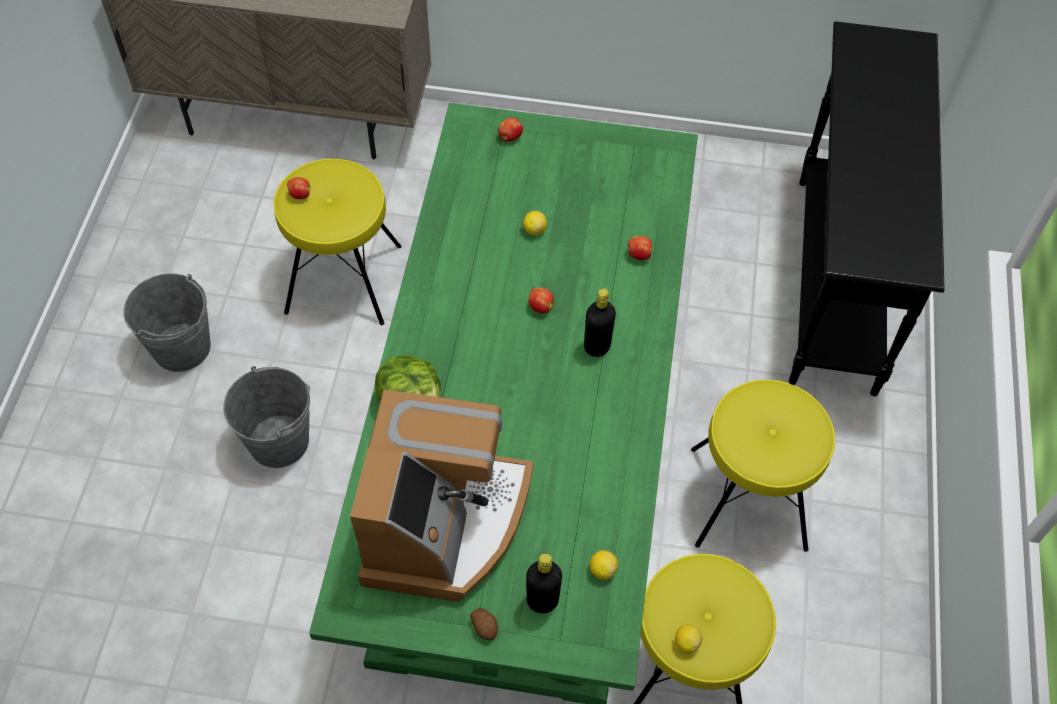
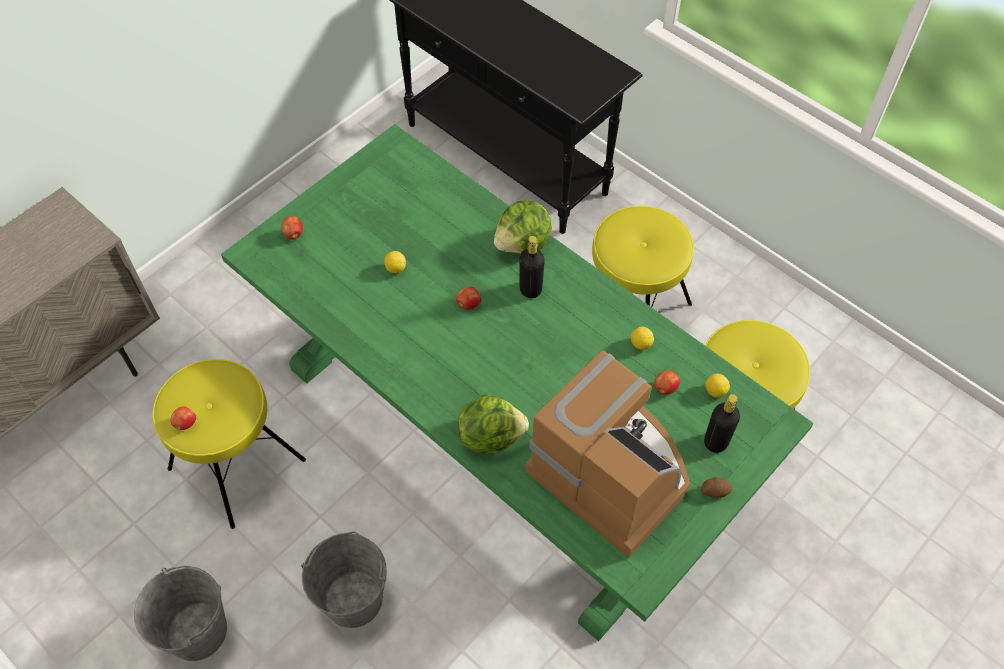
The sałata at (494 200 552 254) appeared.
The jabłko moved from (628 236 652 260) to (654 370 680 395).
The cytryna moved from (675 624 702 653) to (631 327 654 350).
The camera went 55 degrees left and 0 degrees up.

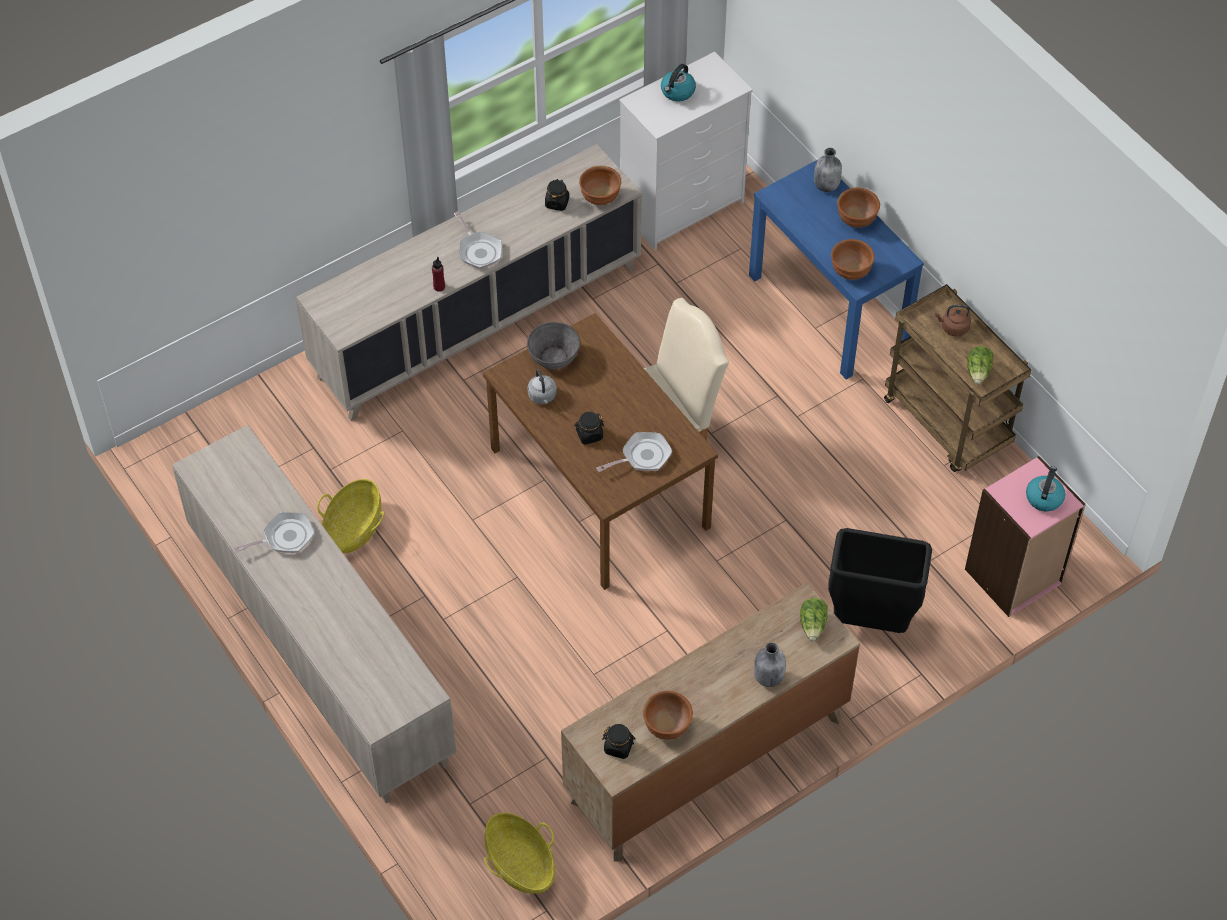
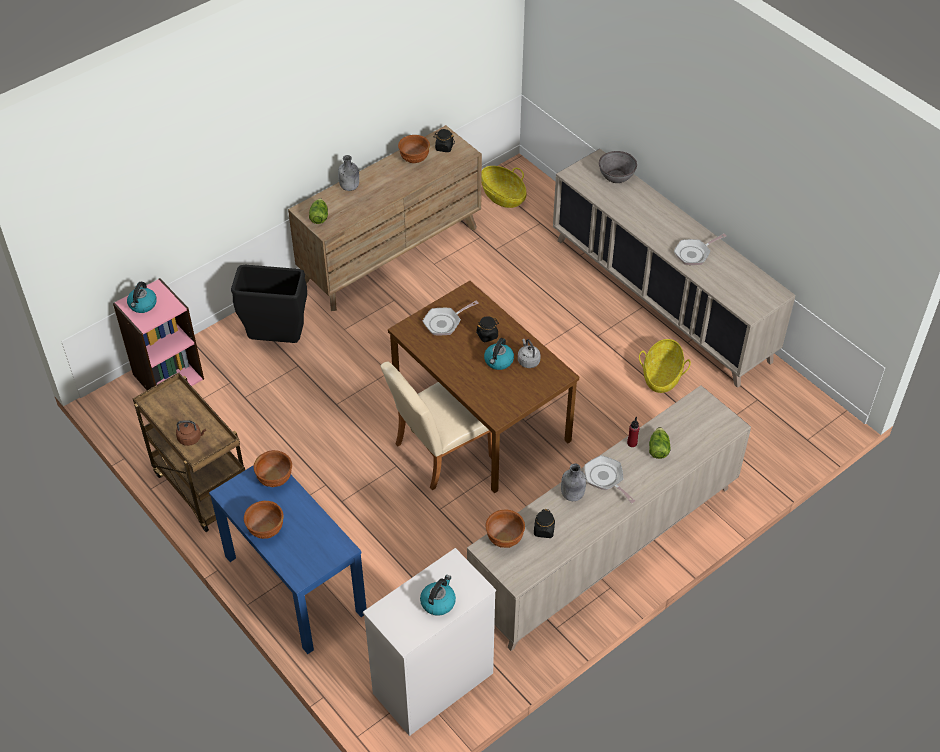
The czajnik at (484 338 514 370) appeared.
The miska/szary moved from (527 322 580 369) to (599 151 637 183).
The butelka/szary moved from (814 148 842 192) to (561 463 586 501).
The sałata moved from (968 346 994 384) to (649 427 670 459).
The camera went 175 degrees right and 5 degrees down.

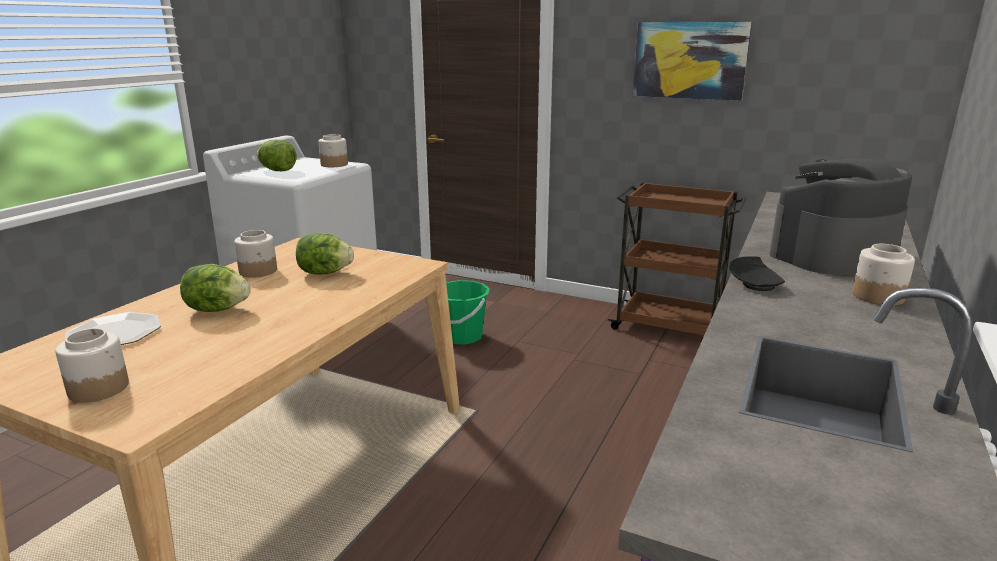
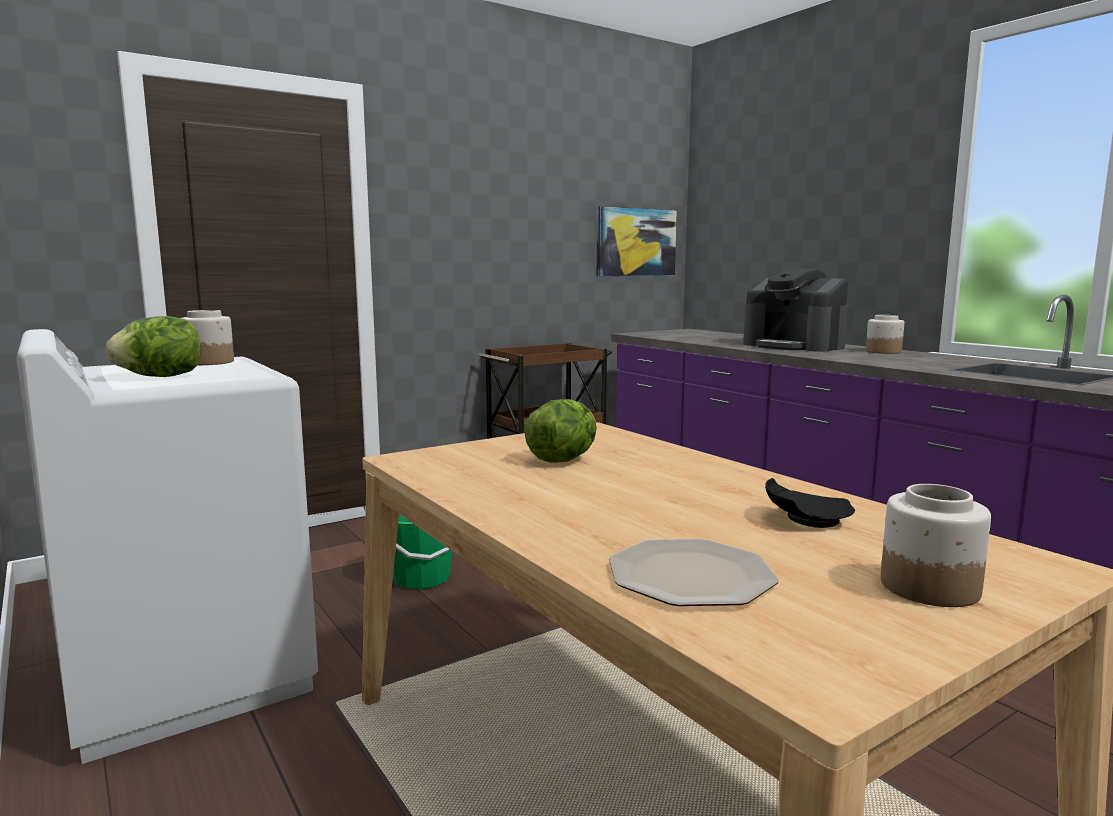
The sałata at (180 264 251 312) disappeared.
The słoik at (234 230 277 278) disappeared.
The obraz moved from (633 22 752 101) to (597 206 677 276).
The talerz/czarny moved from (729 256 785 291) to (765 478 855 528).
The ekspres do kawy at (769 158 912 275) turned 45 degrees counterclockwise.
The camera went 60 degrees left and 10 degrees down.

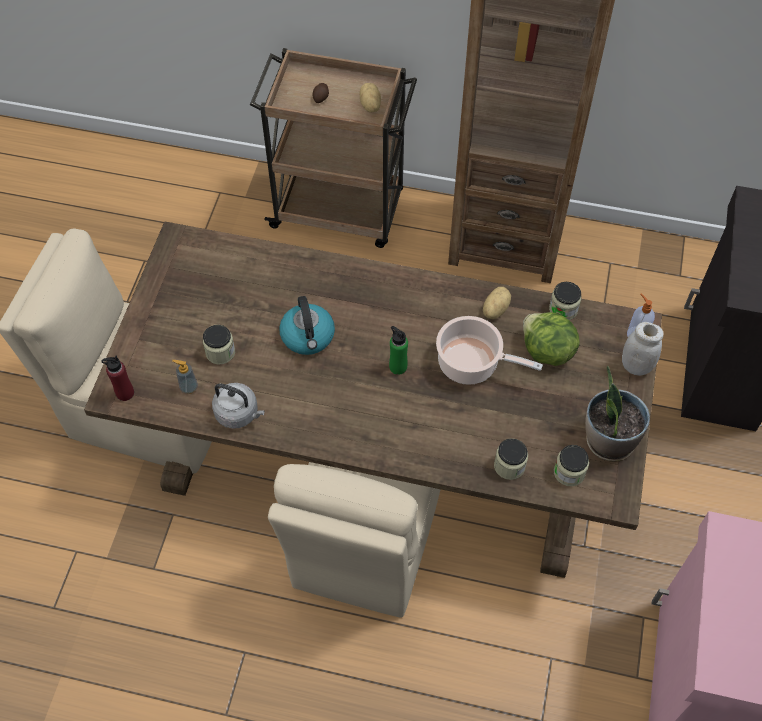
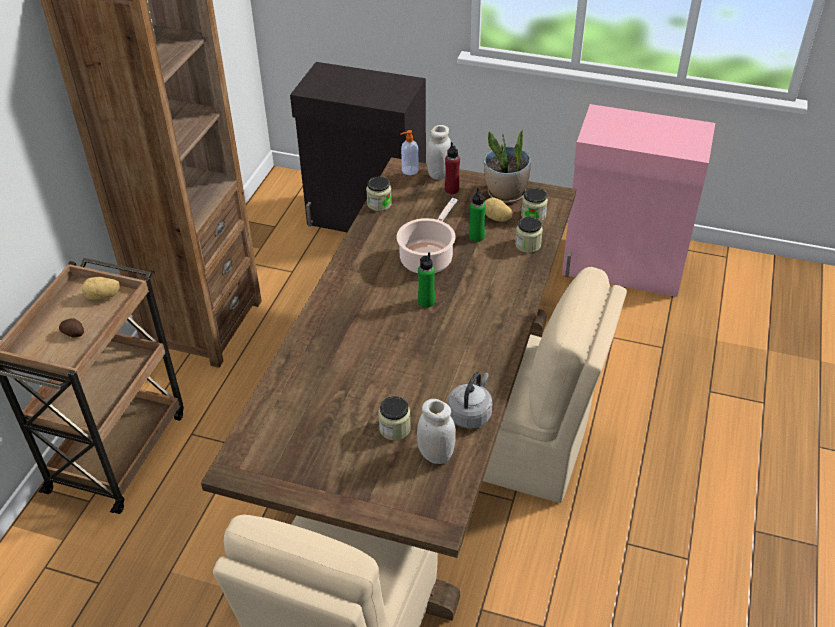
The czajnik at (279 296 335 355) disappeared.
The sałata at (523 312 580 366) disappeared.
The butelka/zielony at (469 188 486 242) appeared.
The butelka/czerwony moved from (101 355 134 401) to (445 142 460 194).
The ziemniak moved from (483 287 511 319) to (484 197 513 222).
The dozownik mydła at (172 360 198 394) was replaced by the słoik/biały at (417 399 456 464).
The camera went 85 degrees left and 15 degrees down.

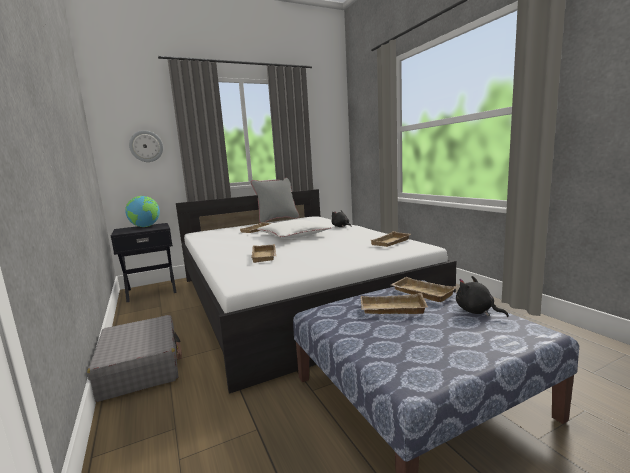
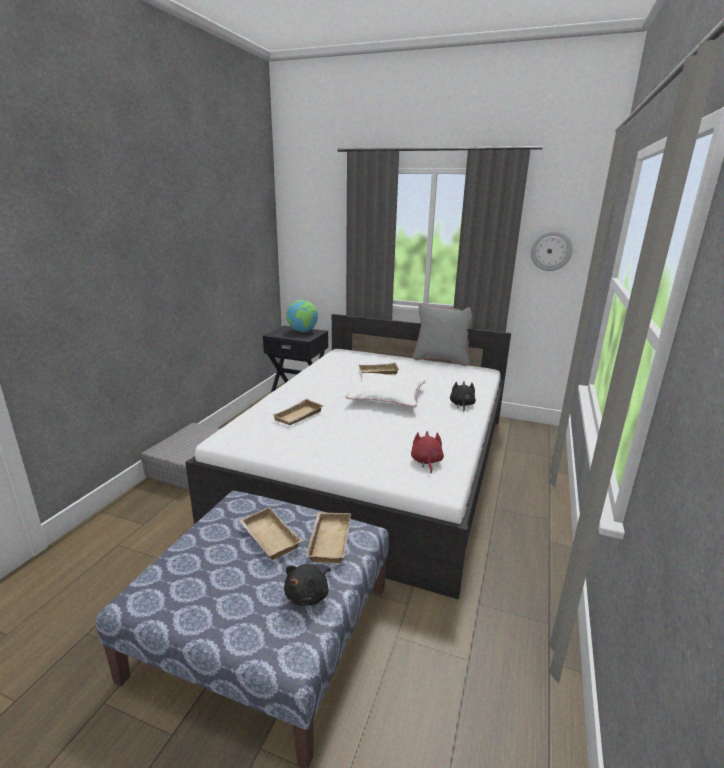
The zegar ścienny moved from (129 130 163 162) to (531 231 573 271).
The taca/beżowy at (371 231 411 247) was replaced by the pluszak/czerwony at (411 431 444 473).
The pluszak/czarny at (456 276 509 317) turned 150 degrees counterclockwise.
The camera went 45 degrees right and 10 degrees up.

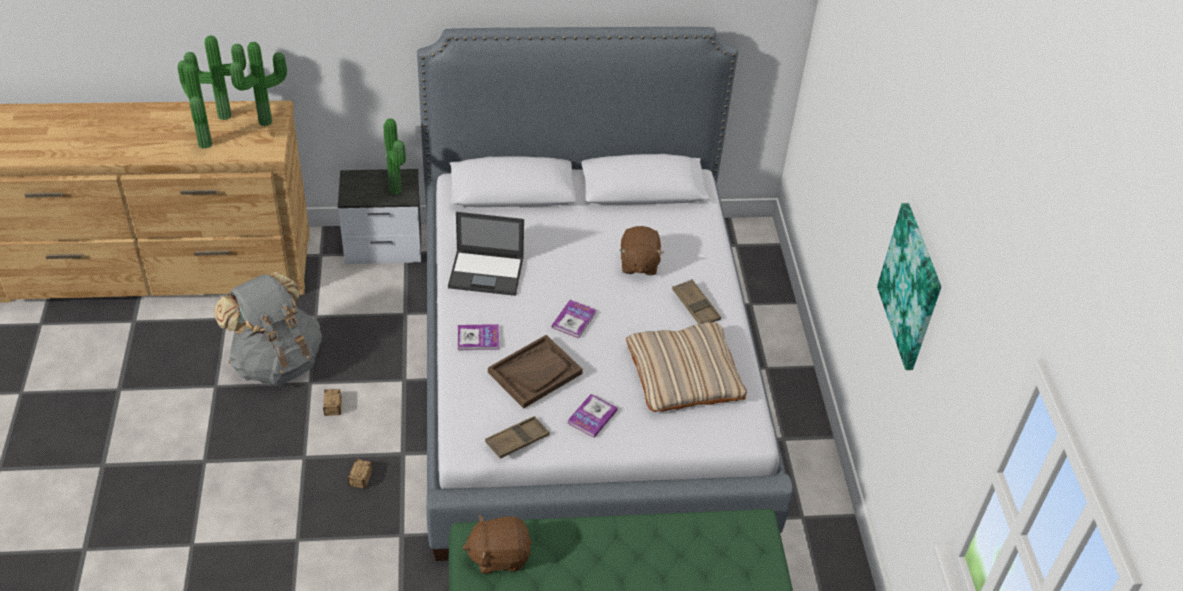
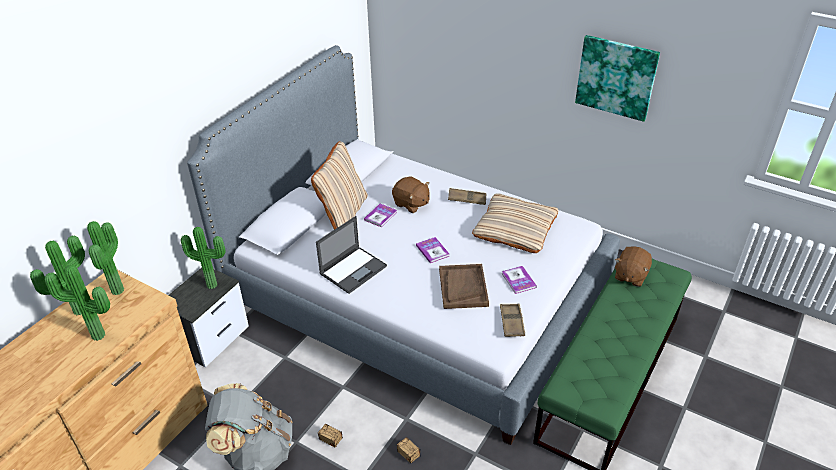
The poduszka/beżowy at (311 141 368 230) appeared.
The książka moved from (458 324 499 350) to (364 204 397 228).
The pluszak/brązowy moved from (463 514 532 574) to (615 246 652 287).
The camera went 50 degrees left and 5 degrees down.

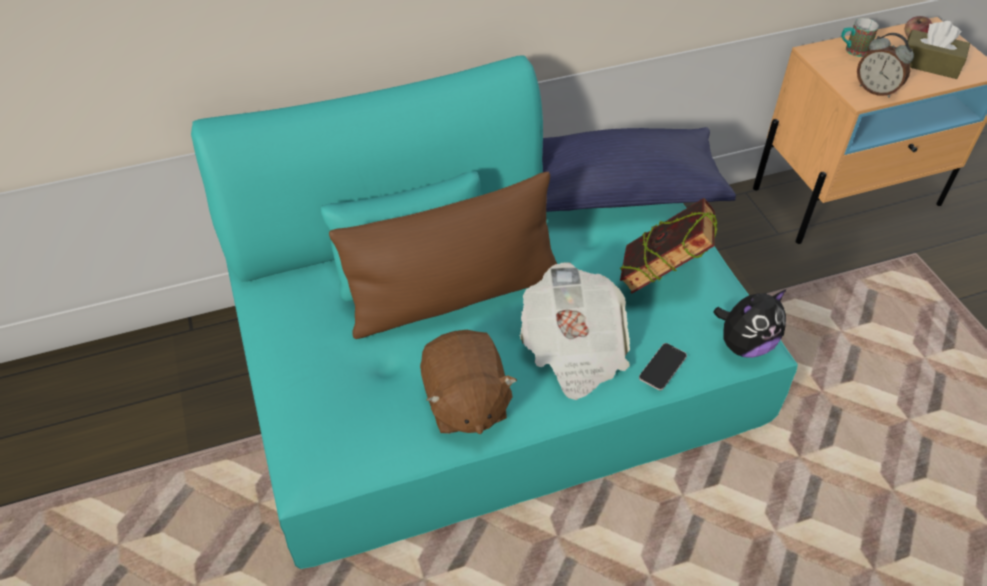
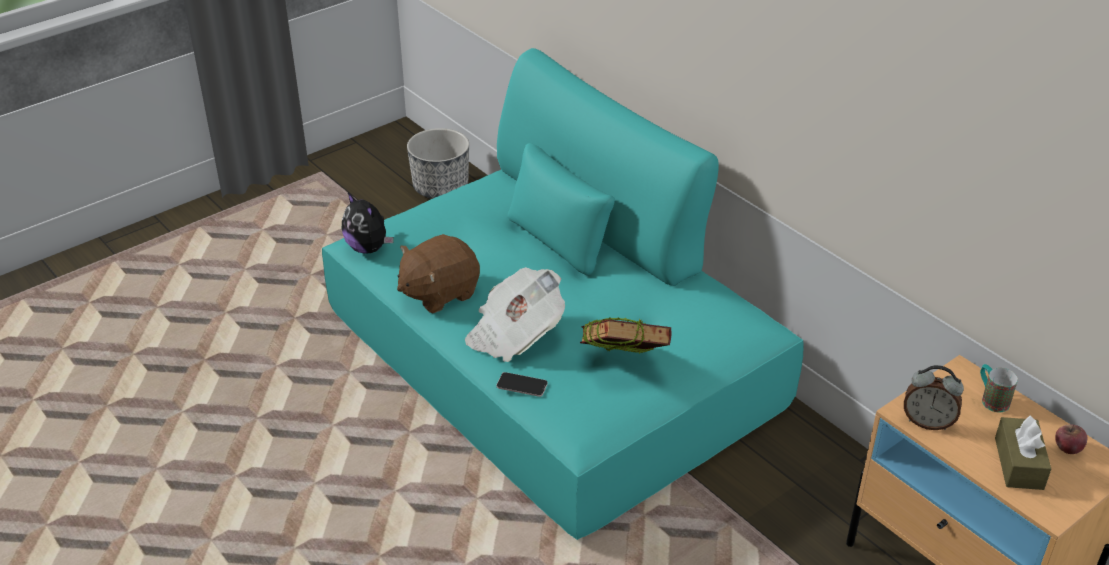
The poduszka/brązowy at (329 172 557 339) disappeared.
The poduszka/niebieski at (542 127 736 212) disappeared.
The donica at (407 128 469 198) appeared.
The pluszak moved from (713 289 787 358) to (342 193 394 254).
The budzik at (857 33 914 98) turned 90 degrees counterclockwise.
The camera went 70 degrees right and 10 degrees down.

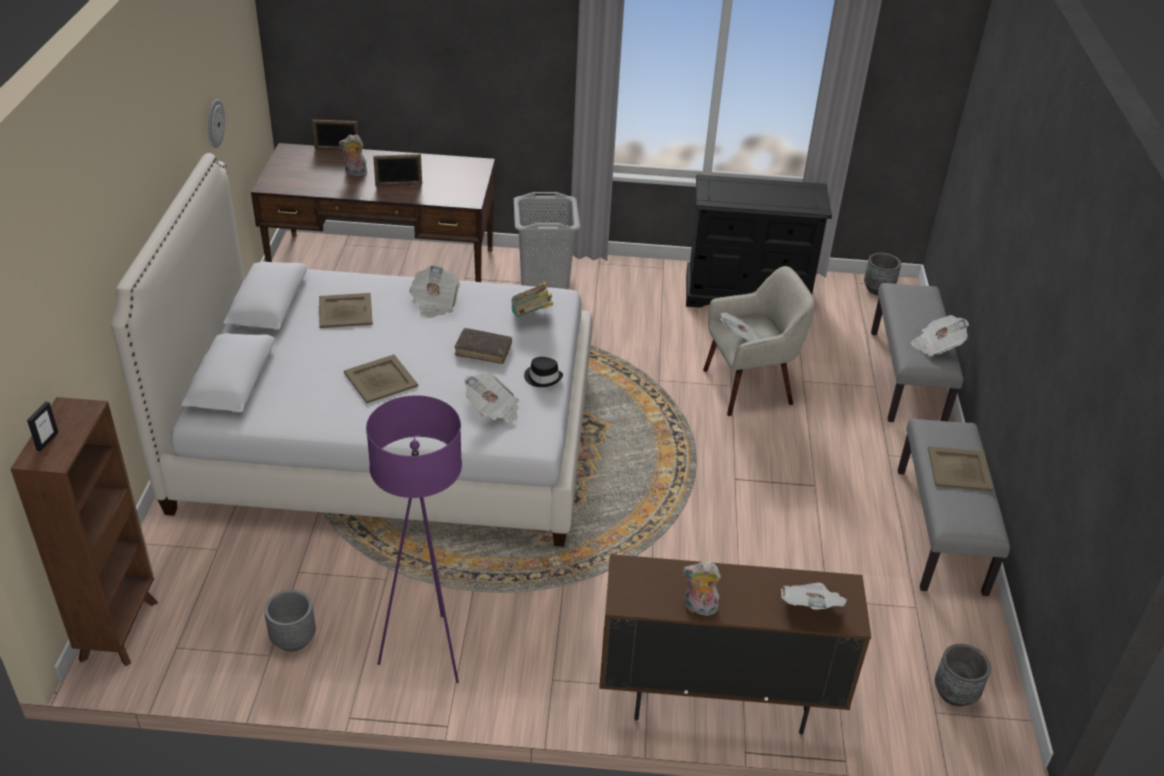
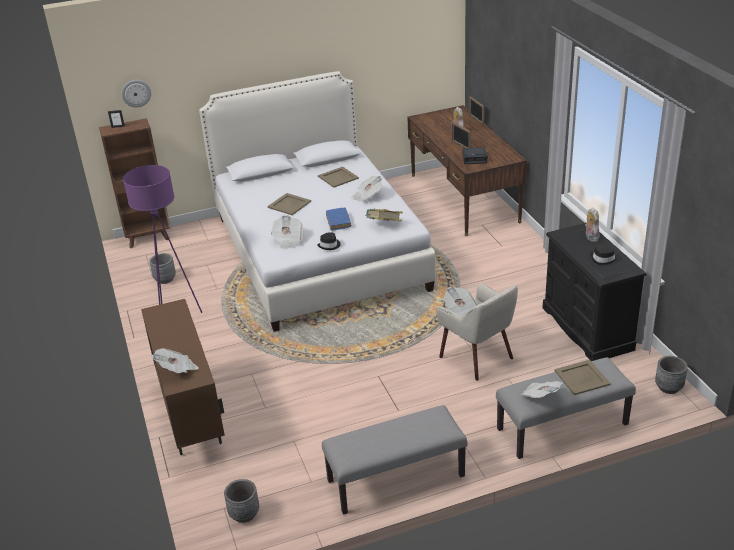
The kosz na pranie/szary at (514 192 580 289) disappeared.
The budzik at (462 147 488 164) appeared.
The kapelusz/czarny at (590 245 619 266) appeared.
The zegar ścienny moved from (208 99 225 148) to (122 80 151 107).
The pluszak moved from (683 562 721 618) to (585 208 600 242).
The taca/beżowy moved from (928 446 993 491) to (554 360 611 395).
The książka/brązowy at (454 328 512 364) became the książka/niebieski at (326 208 351 231).
The camera went 70 degrees right and 5 degrees down.

